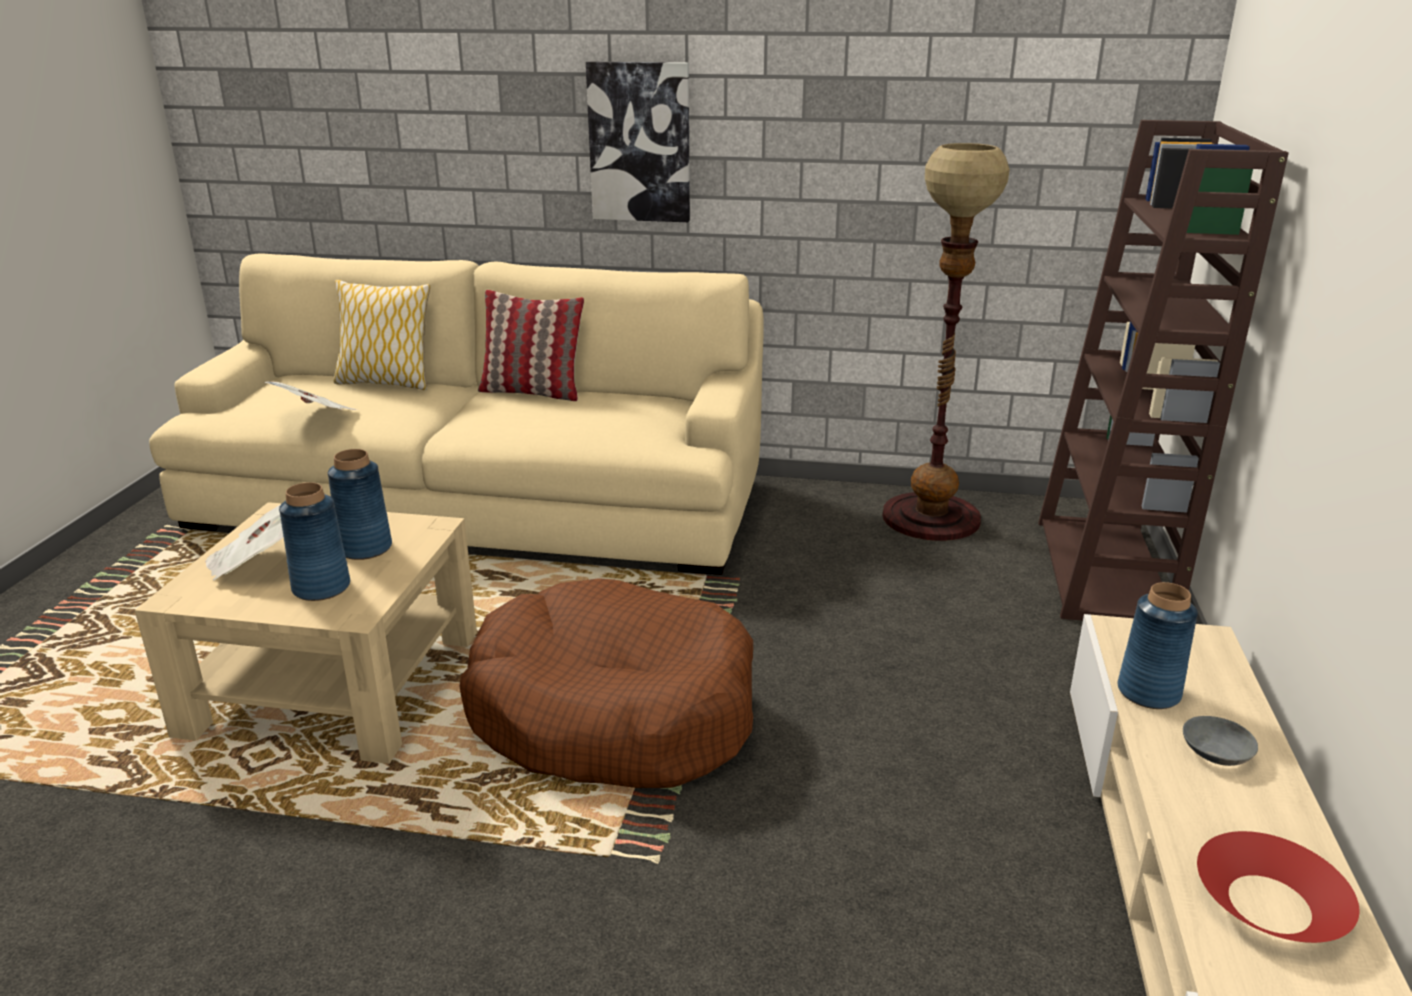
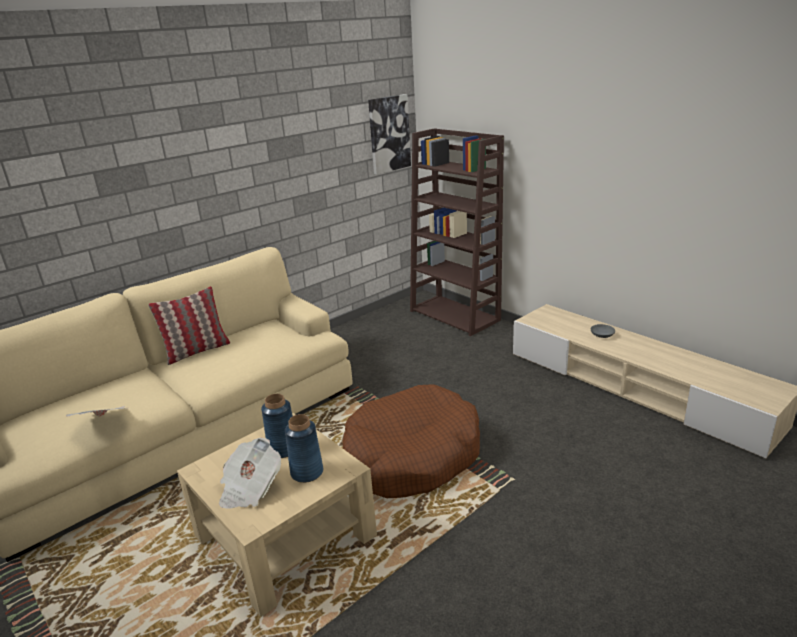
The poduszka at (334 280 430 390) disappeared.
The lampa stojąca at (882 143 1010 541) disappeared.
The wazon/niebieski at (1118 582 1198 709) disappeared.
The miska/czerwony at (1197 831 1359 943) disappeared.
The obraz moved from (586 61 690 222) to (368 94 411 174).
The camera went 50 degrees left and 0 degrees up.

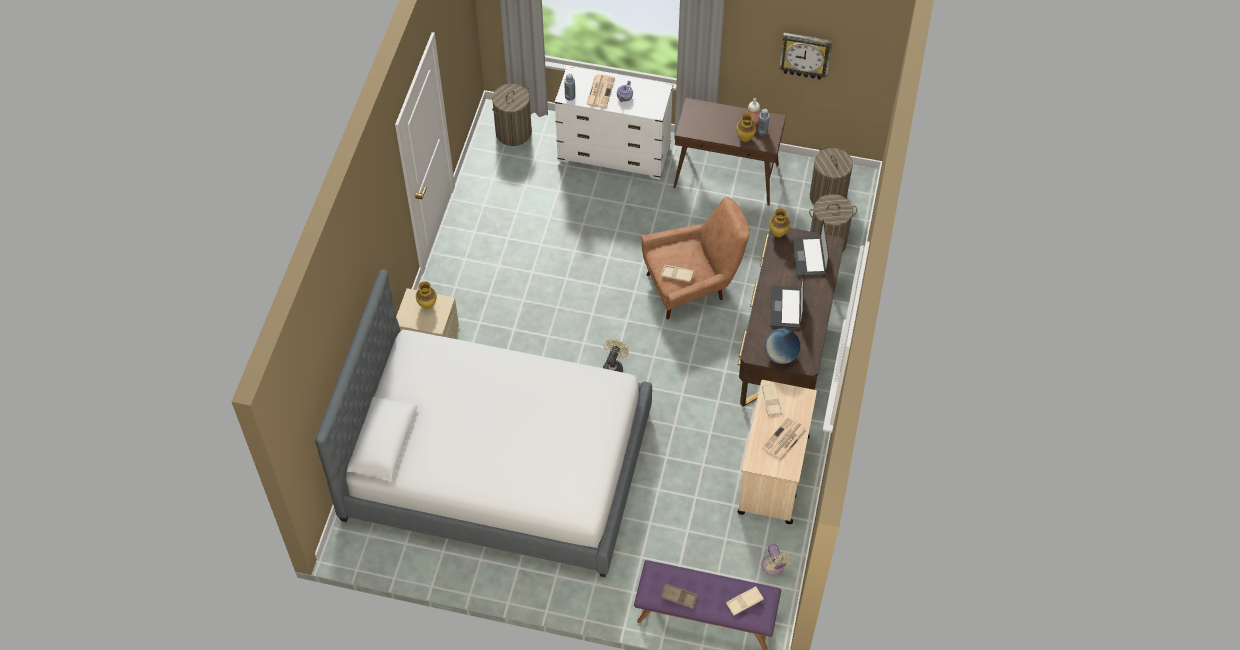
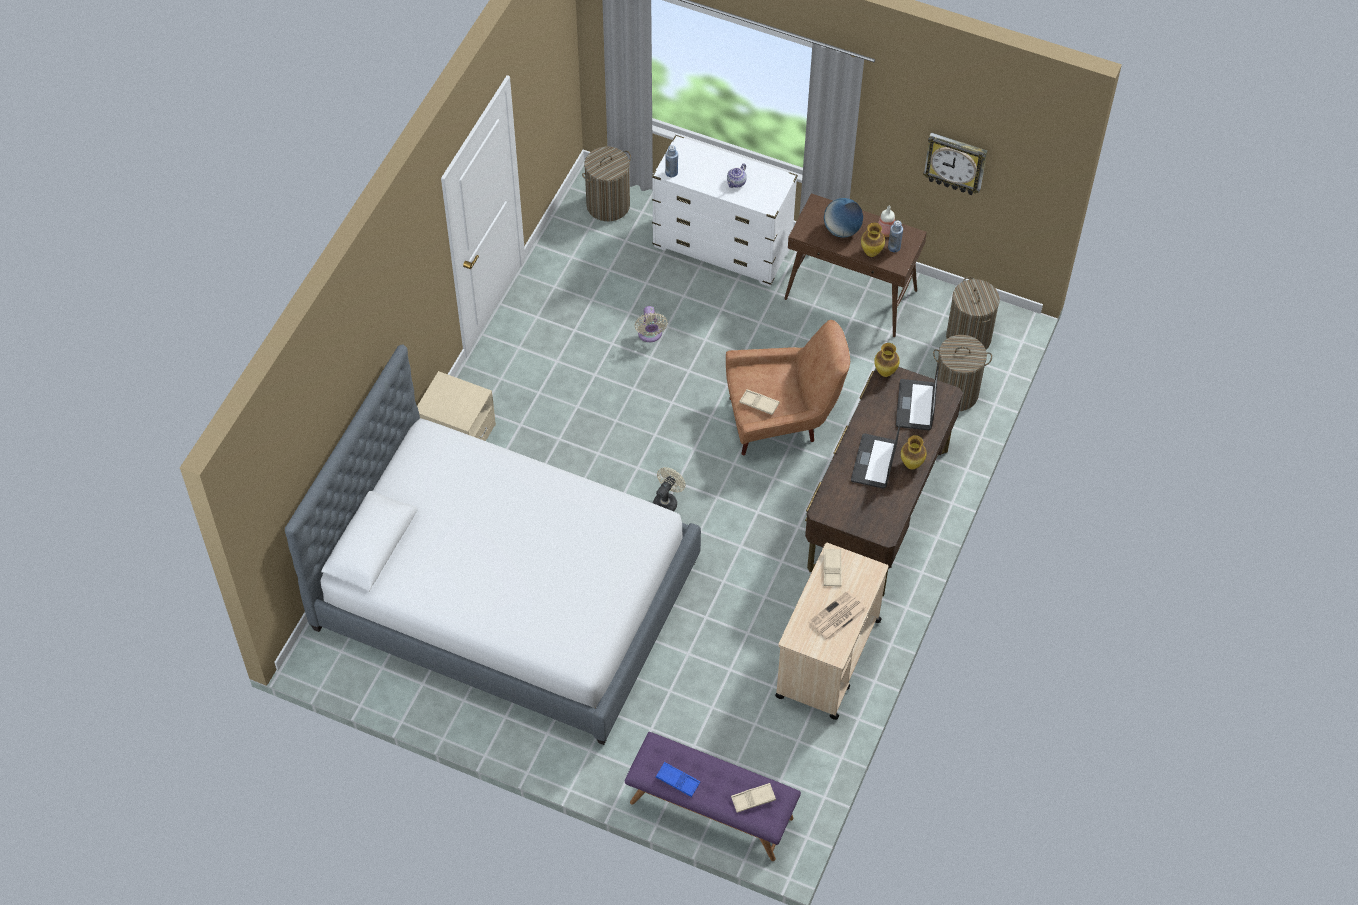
The gazeta at (586 74 615 108) disappeared.
The wazon moved from (416 281 437 309) to (901 435 927 469).
The wentylator/beżowy moved from (762 544 793 576) to (635 306 668 342).
The globus moved from (765 328 800 364) to (824 198 863 238).
The taca/brązowy at (661 584 698 609) became the taca/niebieski at (656 762 700 797).
The camera went 10 degrees right and 0 degrees up.

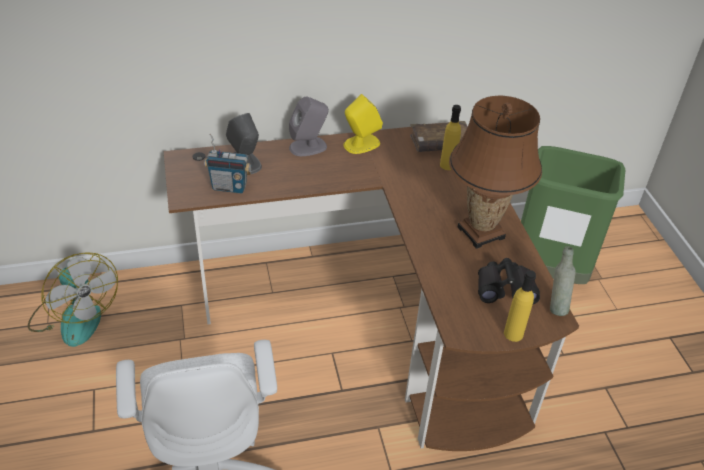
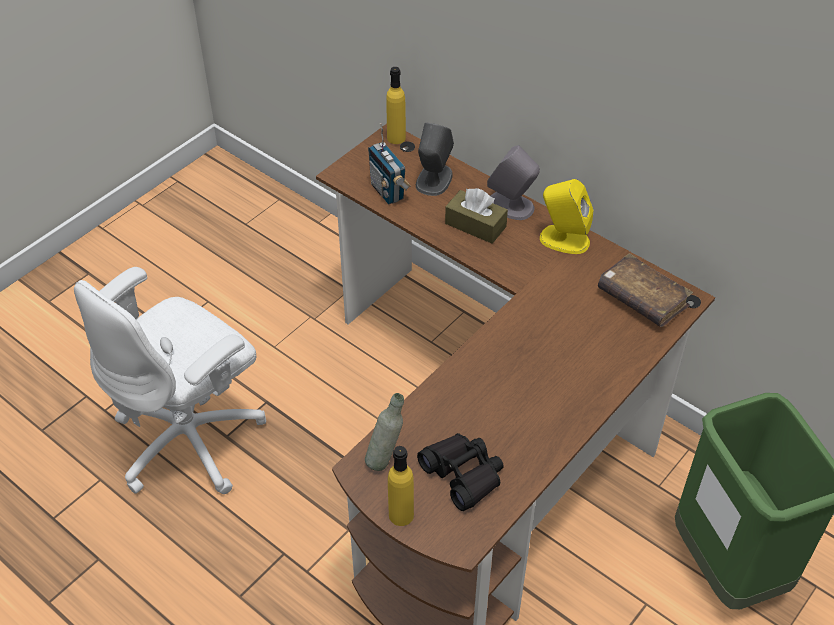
The wentylator at (28 252 118 347) disappeared.
The lampa stołowa/brązowy at (449 96 542 249) disappeared.
The pudełko chusteczek/brązowy at (445 188 508 244) appeared.
The butelka/żółty moved from (440 105 461 170) to (386 67 406 144).
The butelka/szary moved from (550 246 576 316) to (365 393 404 471).
The camera went 55 degrees right and 5 degrees up.

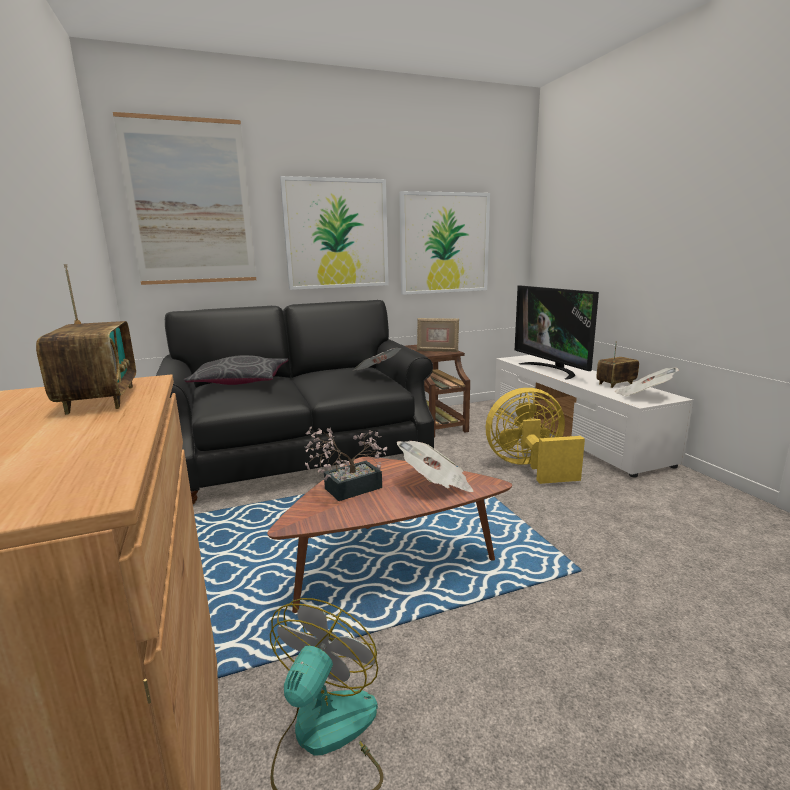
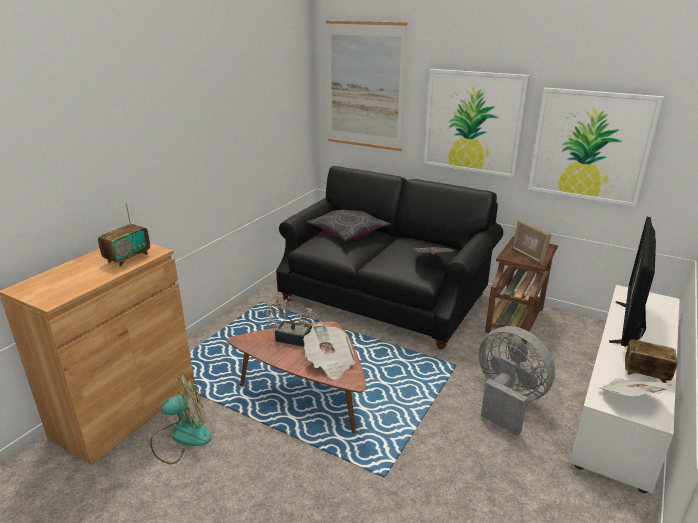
The wentylator/żółty at (486 388 585 484) became the wentylator/szary at (479 326 555 436).
The camera went 50 degrees right and 10 degrees up.

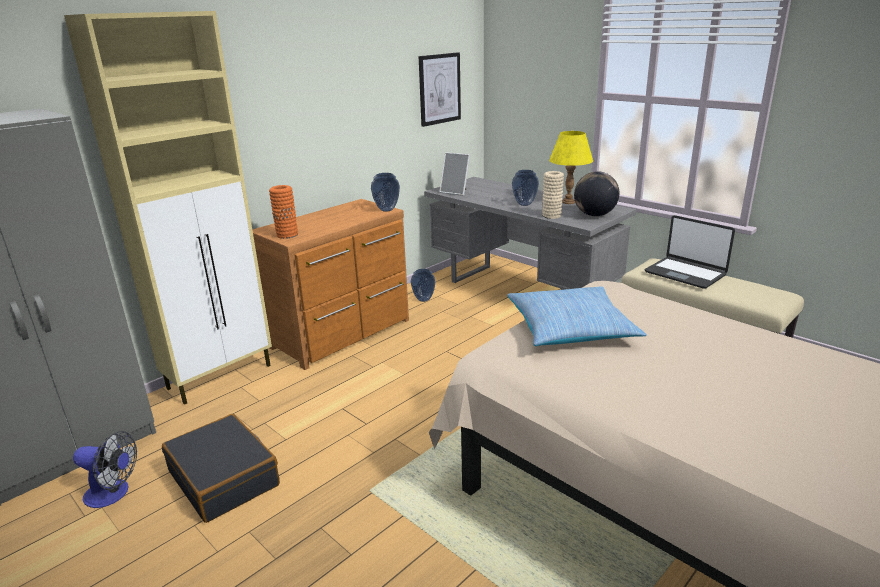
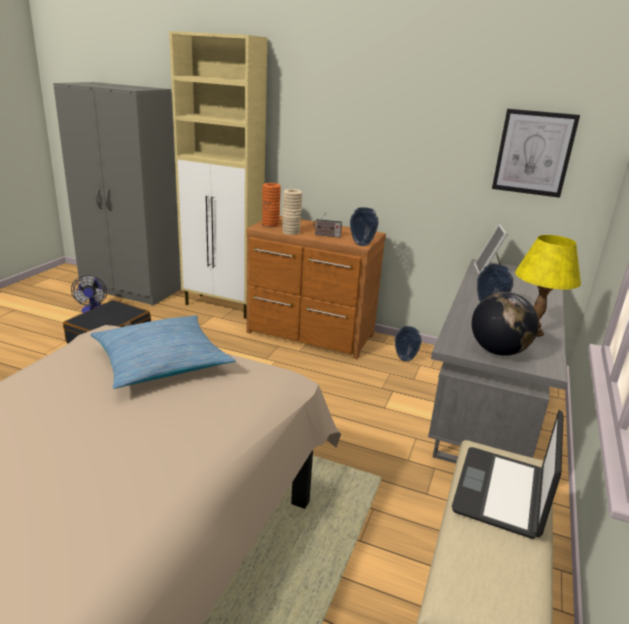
The radio at (313 213 342 237) appeared.
The wazon/beżowy moved from (542 171 564 219) to (282 189 303 235).
The camera went 65 degrees right and 0 degrees up.

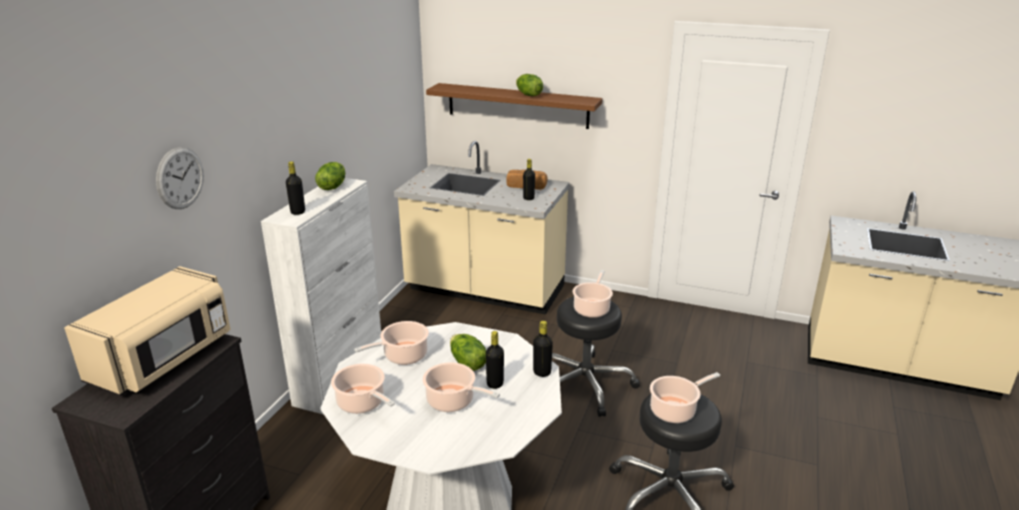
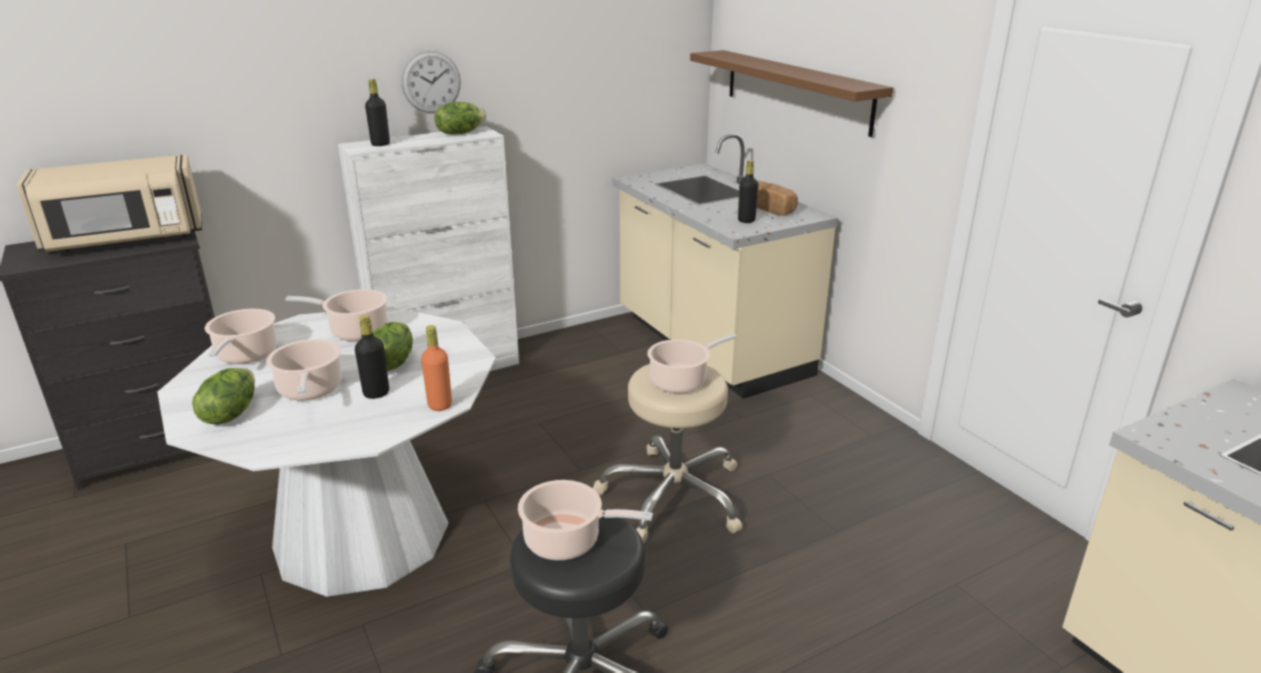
The zegar ścienny moved from (156 147 204 209) to (401 51 461 113).
The sałata moved from (516 74 543 96) to (192 368 255 425).
The butelka/czarny at (533 321 553 377) became the butelka/pomarańczowy at (421 325 452 411).
The stołek/czarny at (552 297 640 417) became the stołek/beżowy at (593 364 742 543).
The camera went 40 degrees right and 0 degrees up.

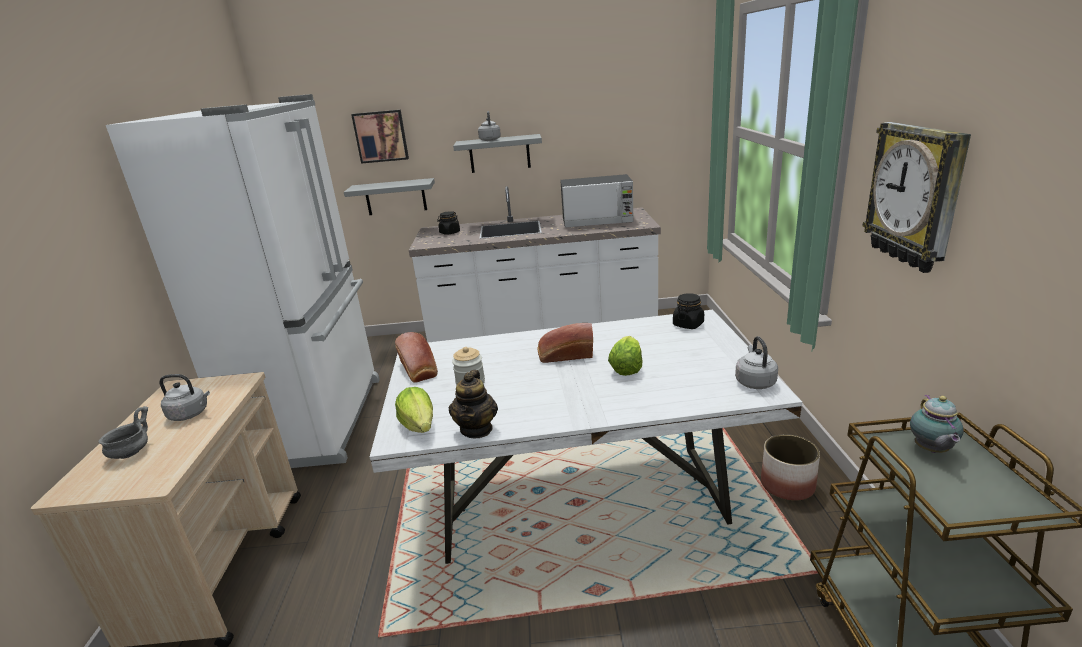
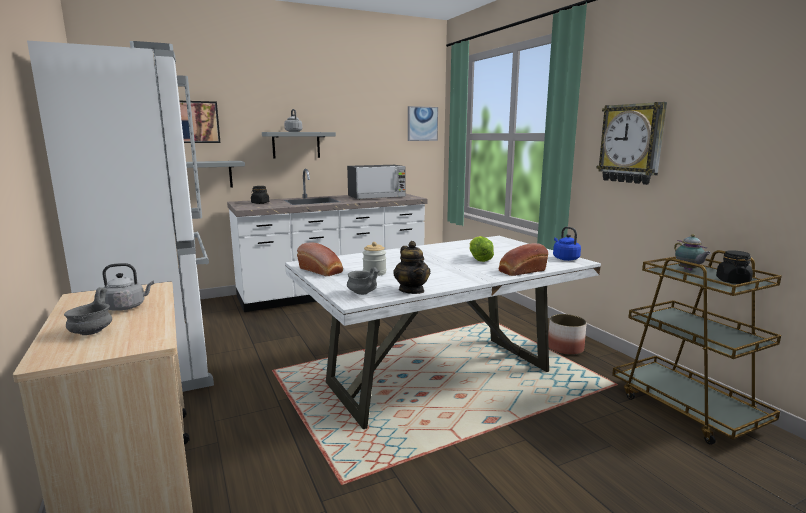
The obraz at (408 106 438 141) appeared.
The chleb moved from (537 323 593 363) to (499 243 548 276).
The słoik/czarny moved from (673 293 704 329) to (716 250 753 284).
The sałata at (395 387 433 433) was replaced by the miska/szary at (347 267 380 295).
The czajnik/szary at (735 336 778 389) became the czajnik/niebieski at (553 227 581 261).
The camera went 25 degrees left and 10 degrees down.

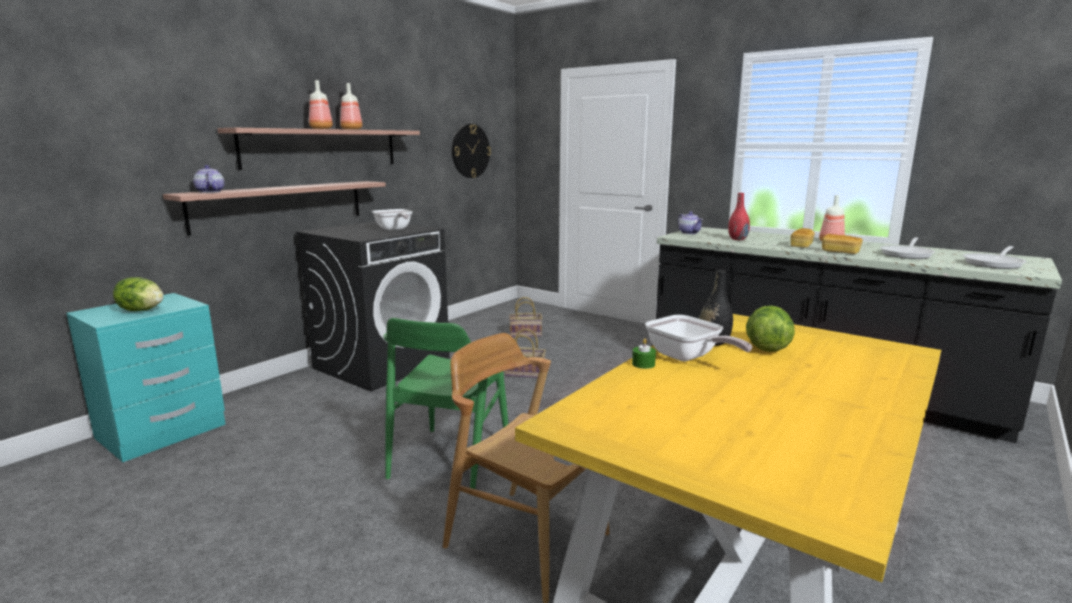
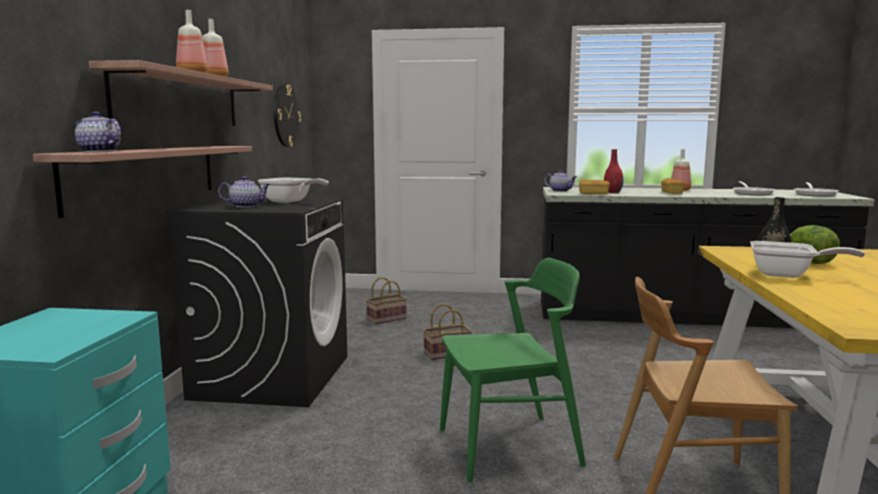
The sałata at (113 277 164 311) disappeared.
The świeca/zielony at (632 338 656 369) disappeared.
The imbryk at (218 176 270 207) appeared.
The chleb moved from (822 234 863 254) to (579 179 610 194).
The krzesło/zielony at (383 318 508 489) turned 90 degrees counterclockwise.
The camera went 30 degrees left and 5 degrees down.

